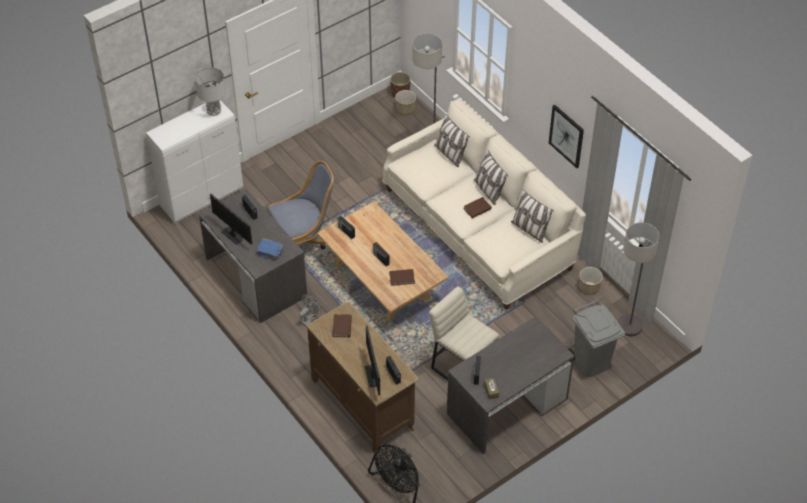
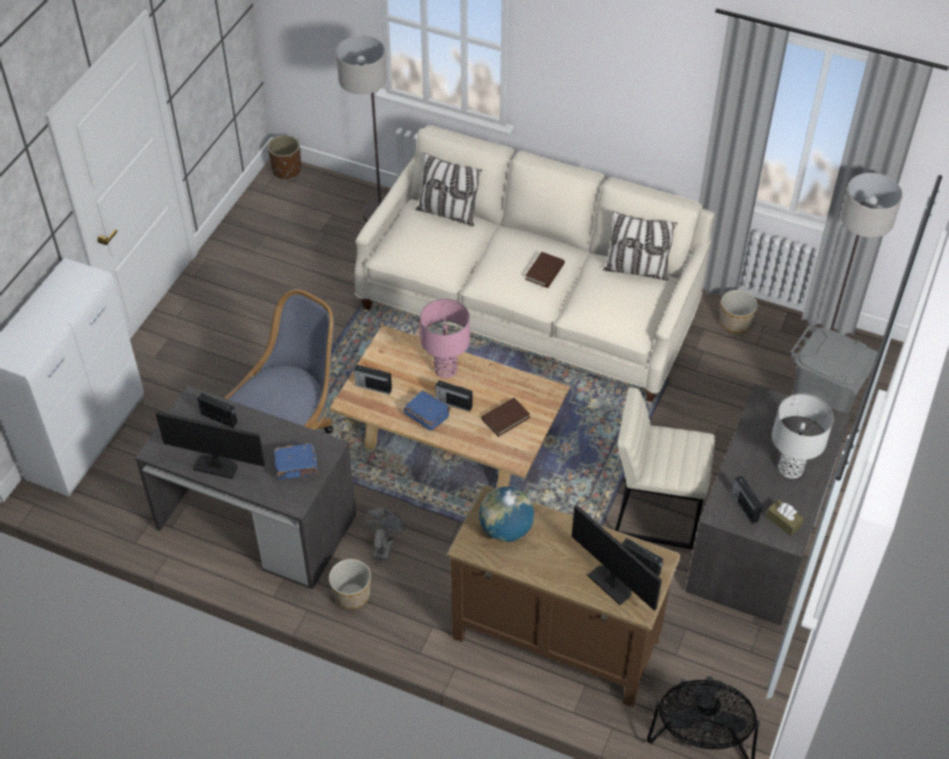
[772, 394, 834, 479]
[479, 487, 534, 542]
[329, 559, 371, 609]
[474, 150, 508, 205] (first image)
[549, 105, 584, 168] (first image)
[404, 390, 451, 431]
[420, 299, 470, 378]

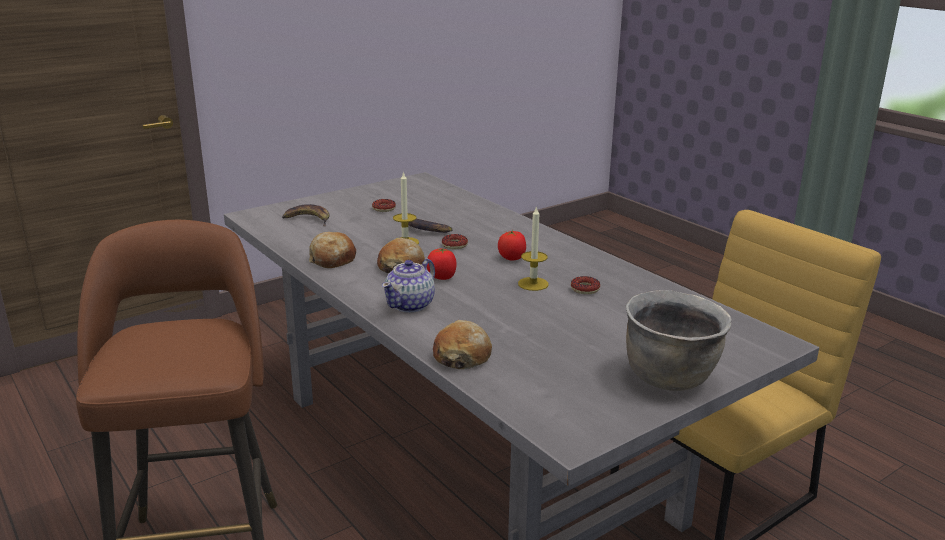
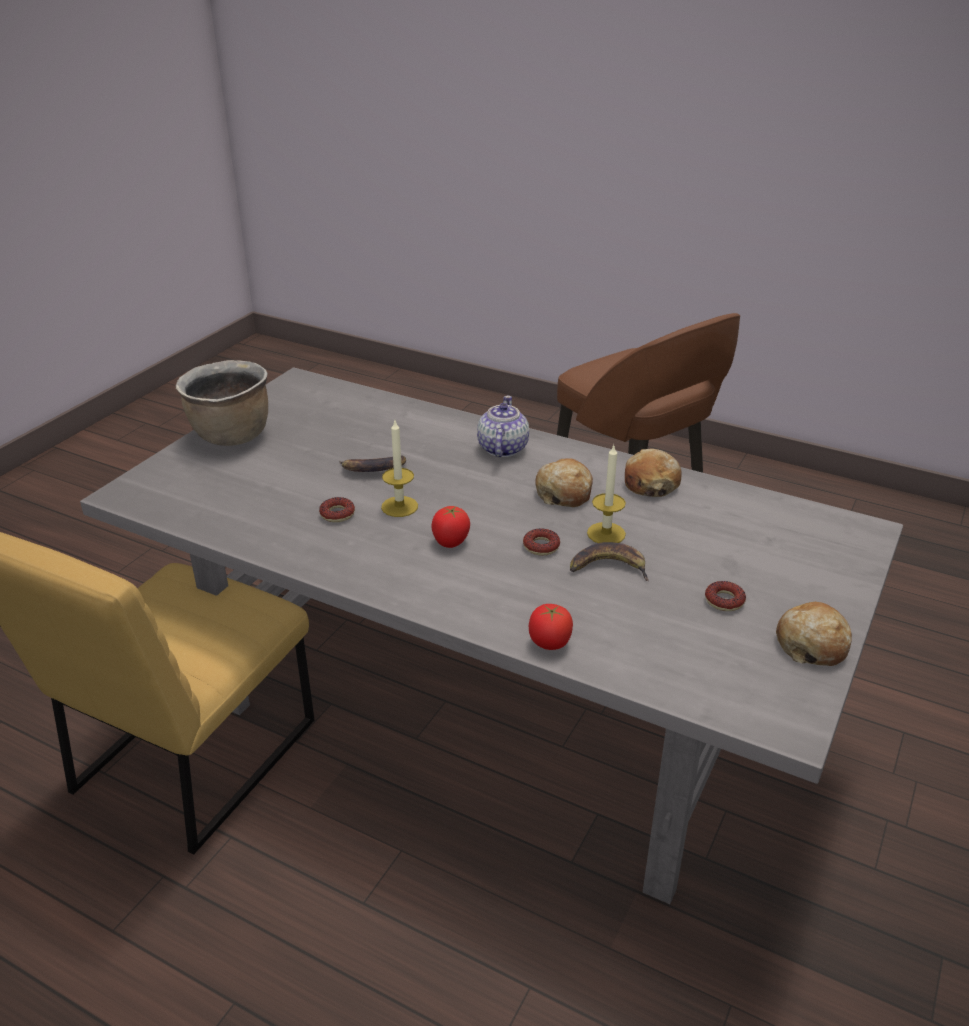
[339, 455, 406, 472]
[529, 604, 573, 650]
[776, 602, 852, 666]

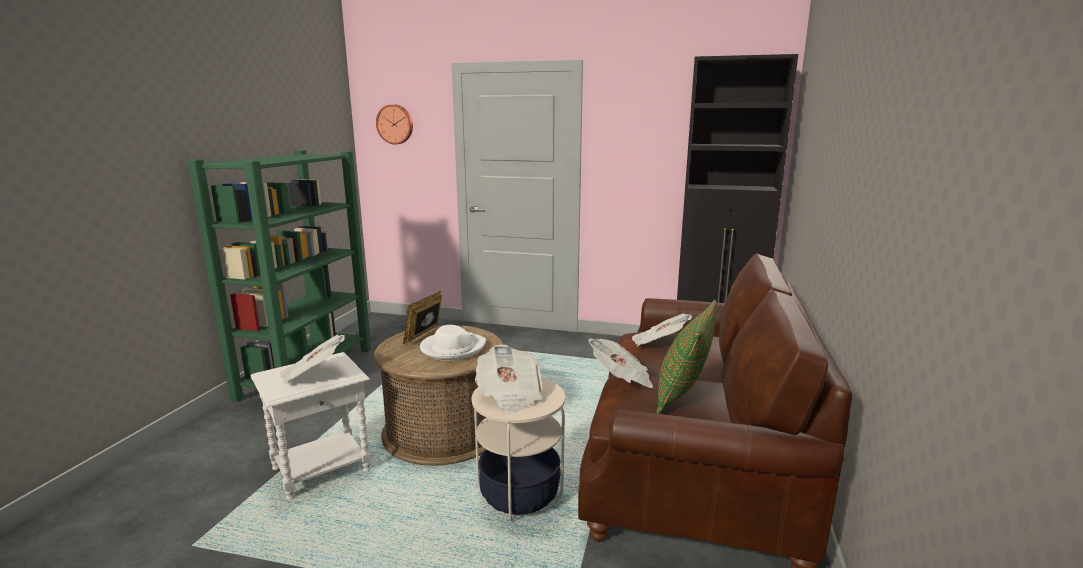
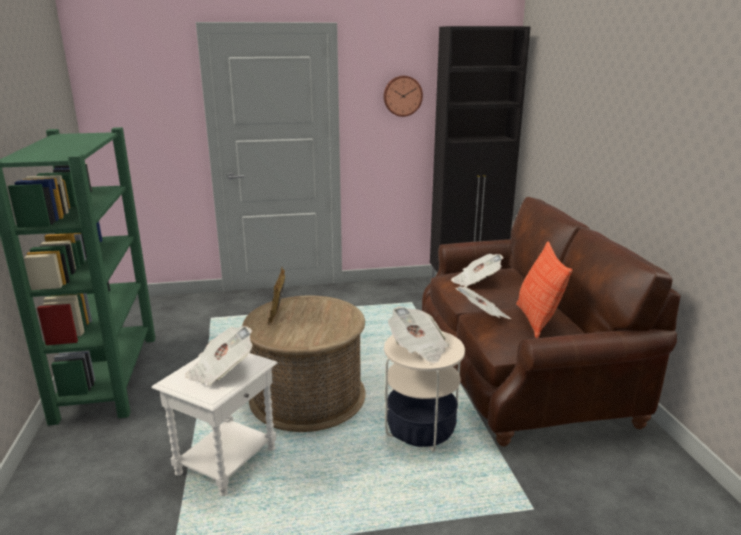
[384, 76, 423, 117]
[420, 325, 486, 361] (first image)
[516, 242, 573, 338]

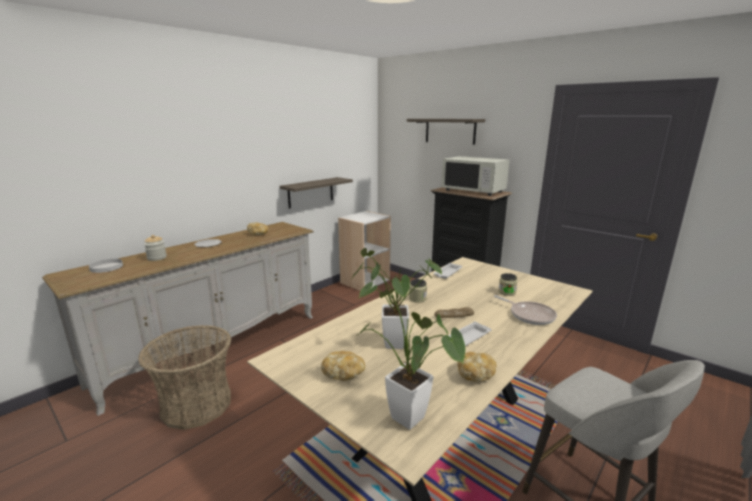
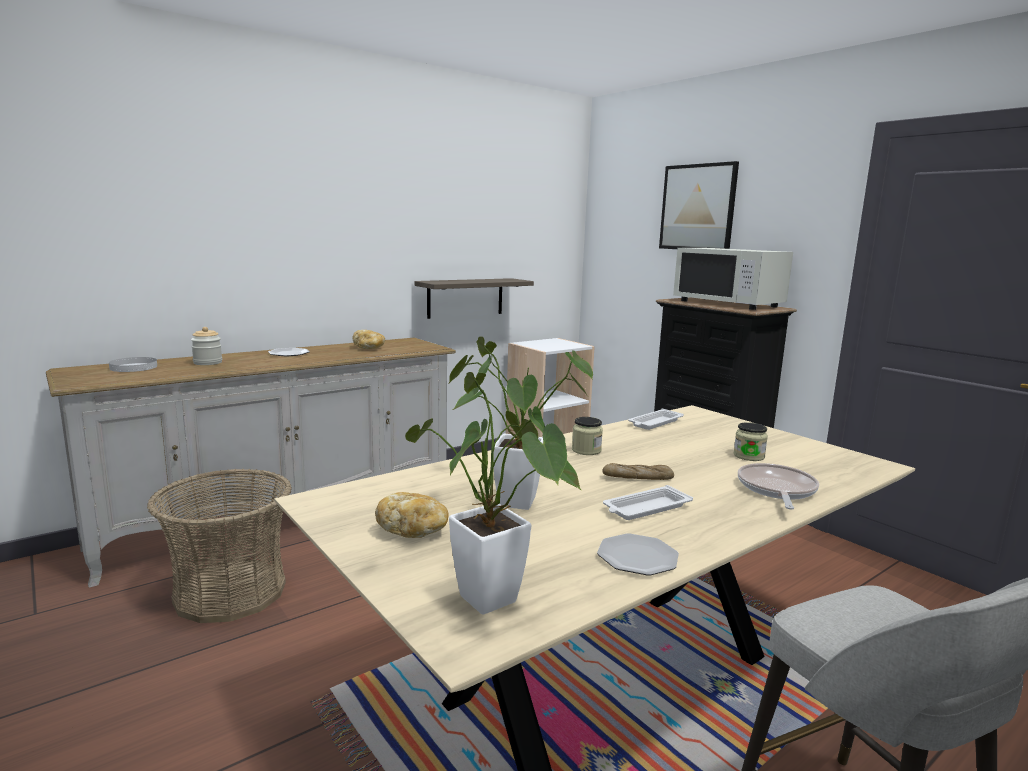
[659, 161, 739, 249]
[597, 534, 679, 575]
[738, 463, 819, 510]

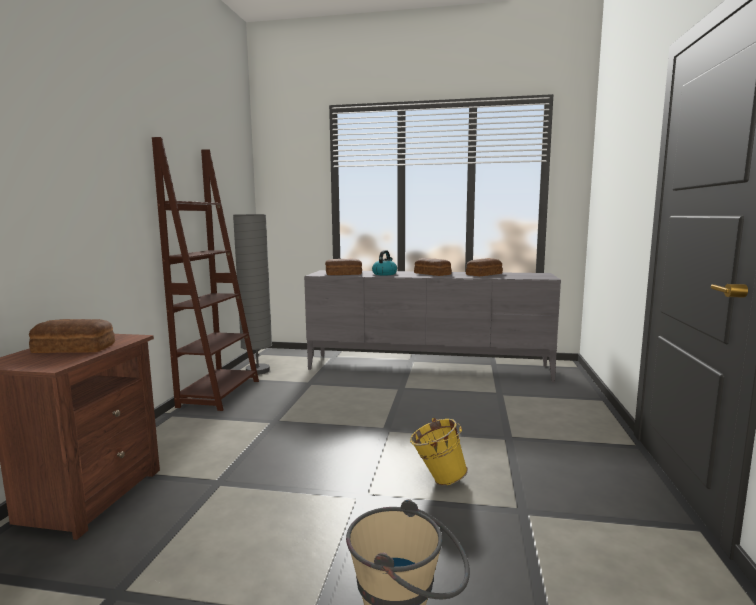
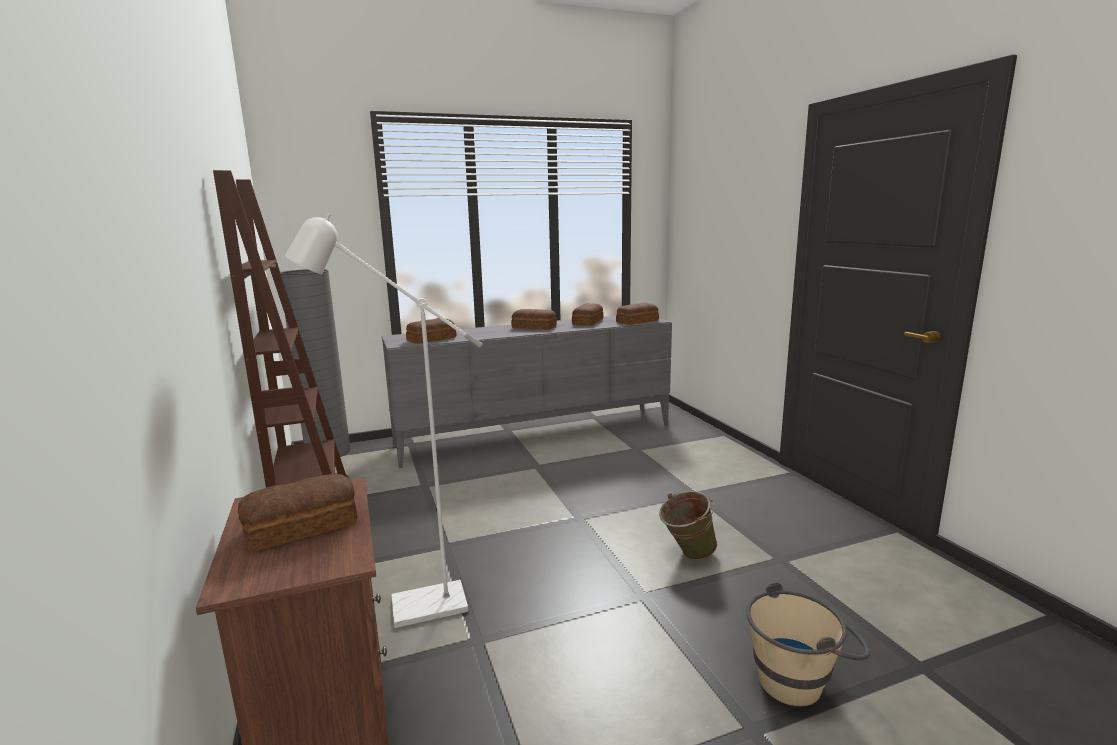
[372, 250, 397, 275] (first image)
[659, 491, 717, 560]
[285, 214, 482, 628]
[616, 303, 659, 325]

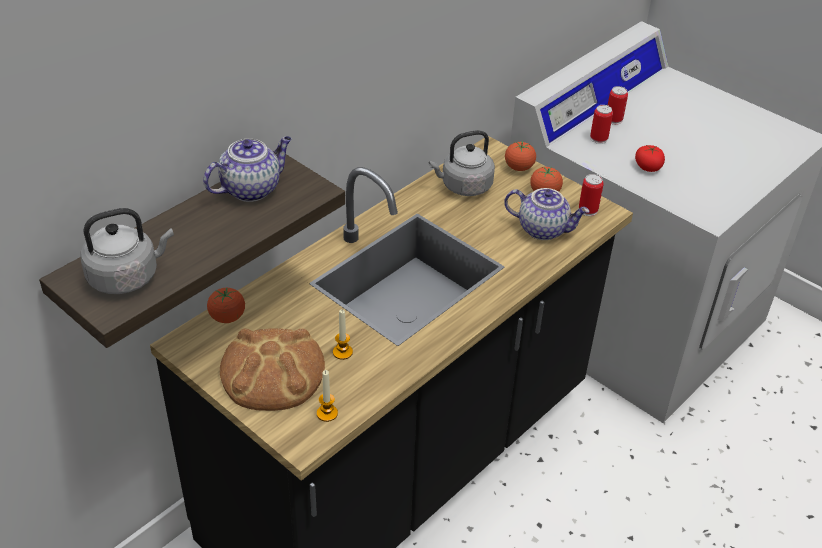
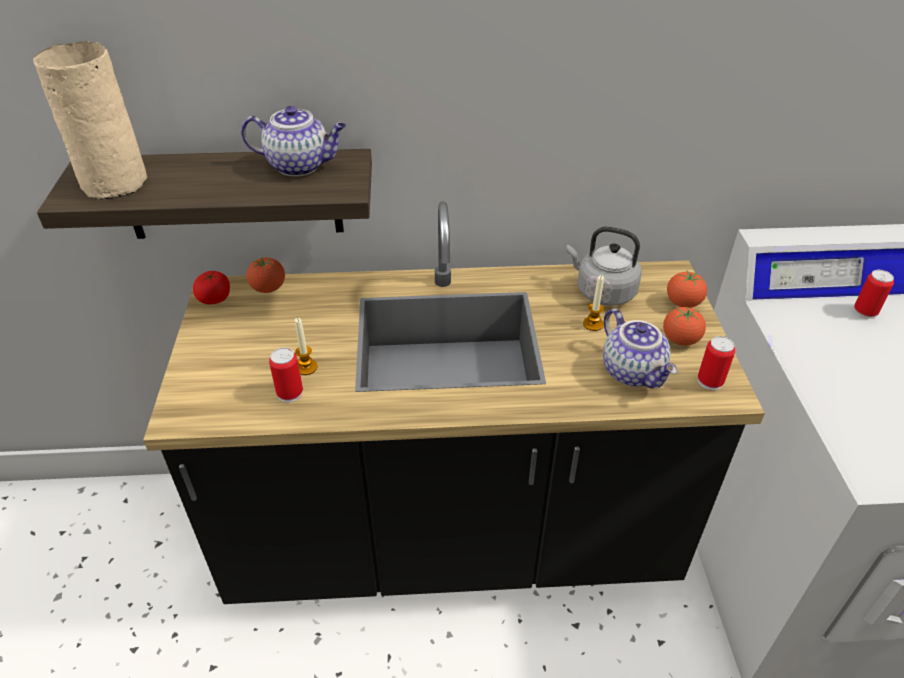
[33, 41, 147, 200]
[220, 328, 325, 411] (first image)
[583, 275, 604, 331]
[269, 348, 303, 402]
[193, 271, 230, 304]

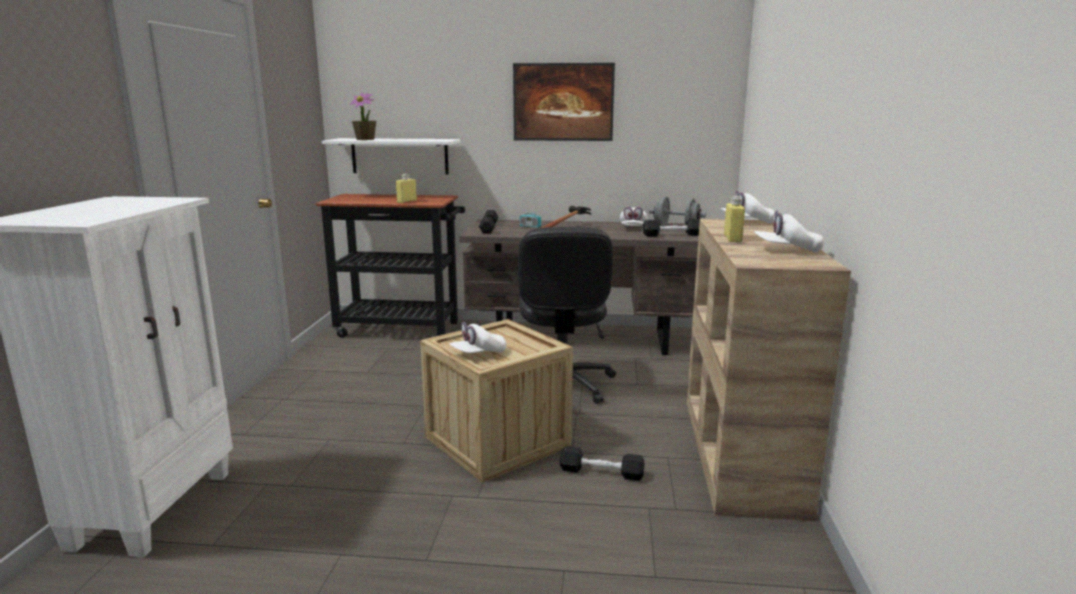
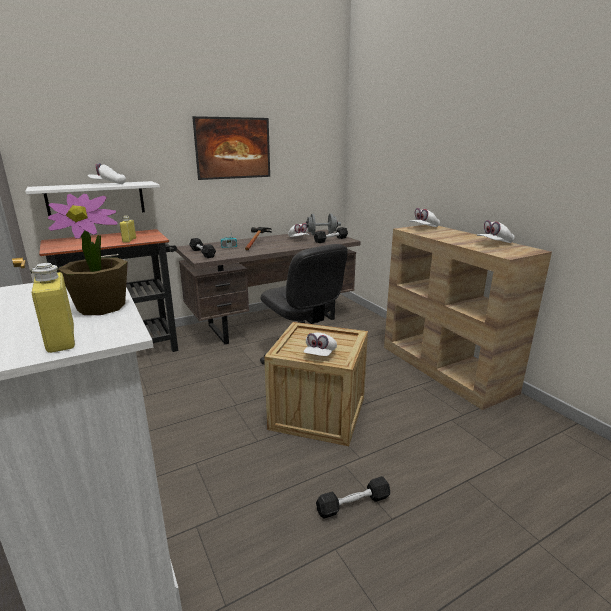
[48, 194, 128, 315]
[316, 476, 390, 519]
[30, 263, 75, 353]
[88, 163, 126, 184]

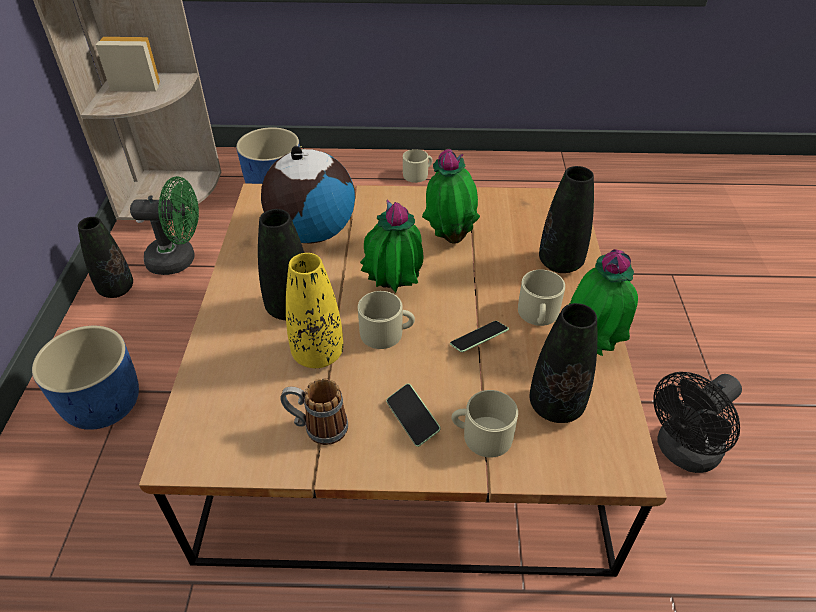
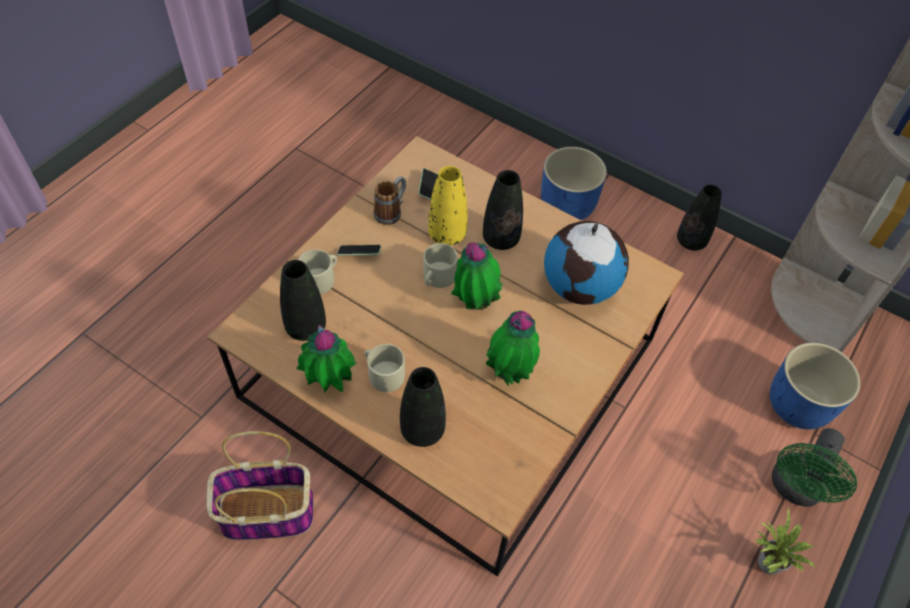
[772, 428, 857, 507]
[754, 508, 816, 575]
[419, 168, 438, 200]
[206, 431, 314, 540]

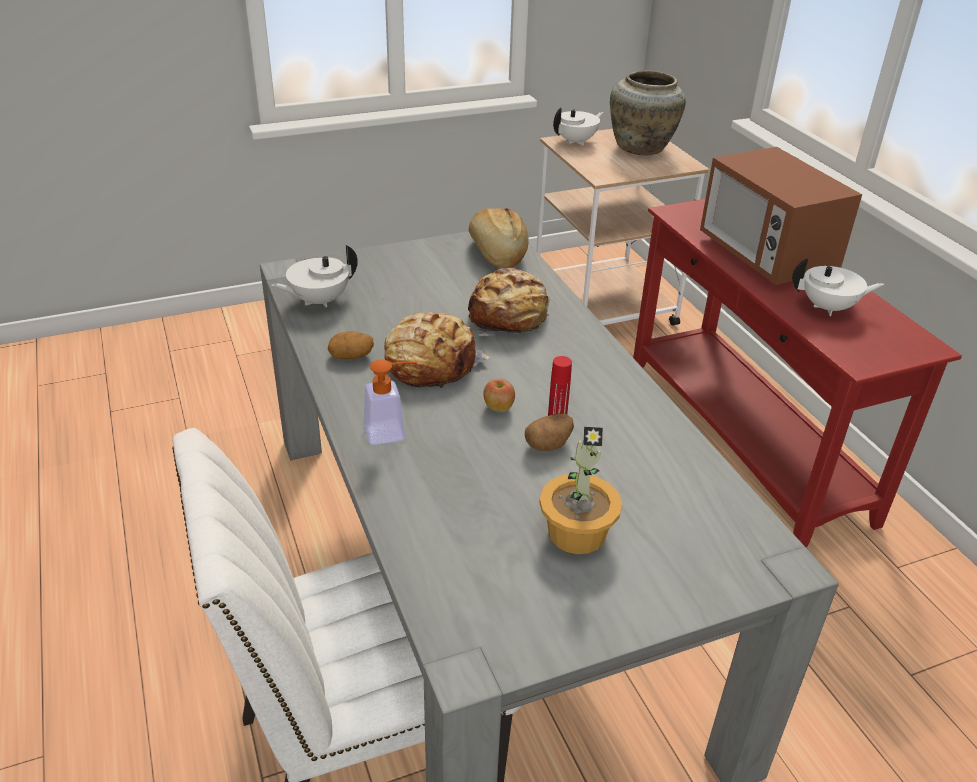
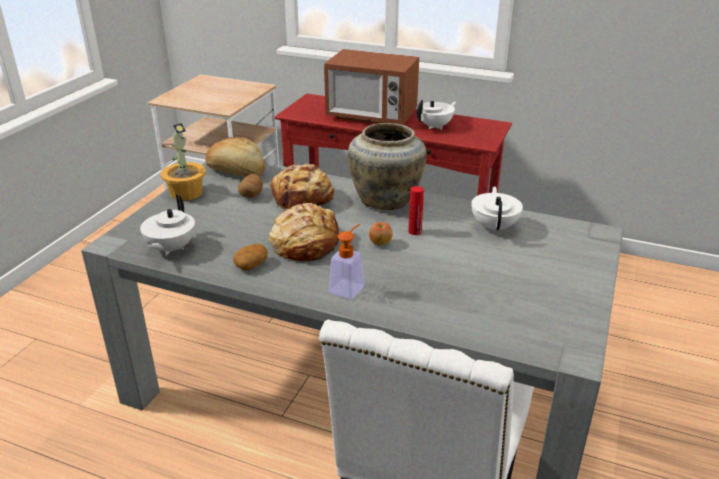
[238, 174, 263, 198]
[161, 123, 206, 201]
[471, 186, 523, 234]
[347, 123, 427, 210]

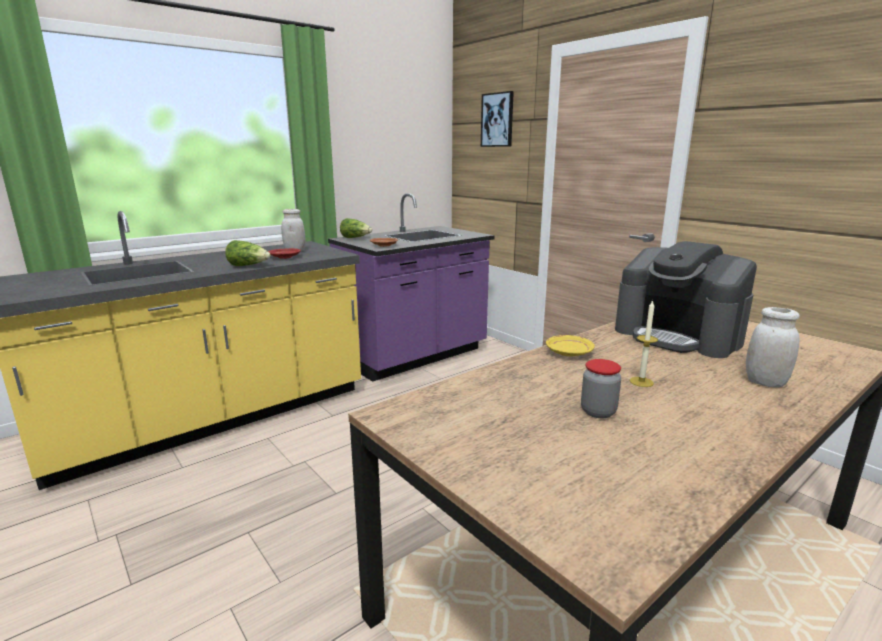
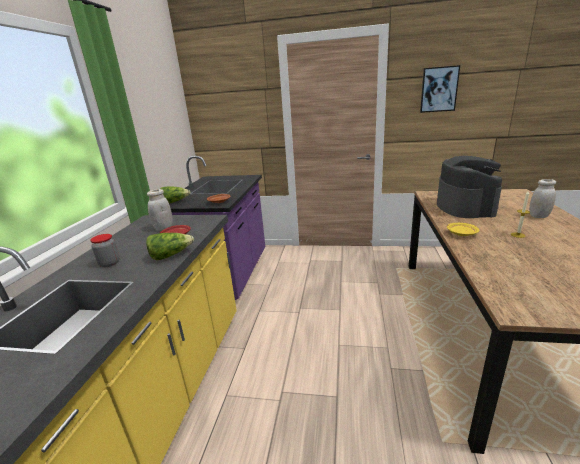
[420, 65, 460, 113]
[90, 234, 119, 267]
[437, 156, 502, 218]

